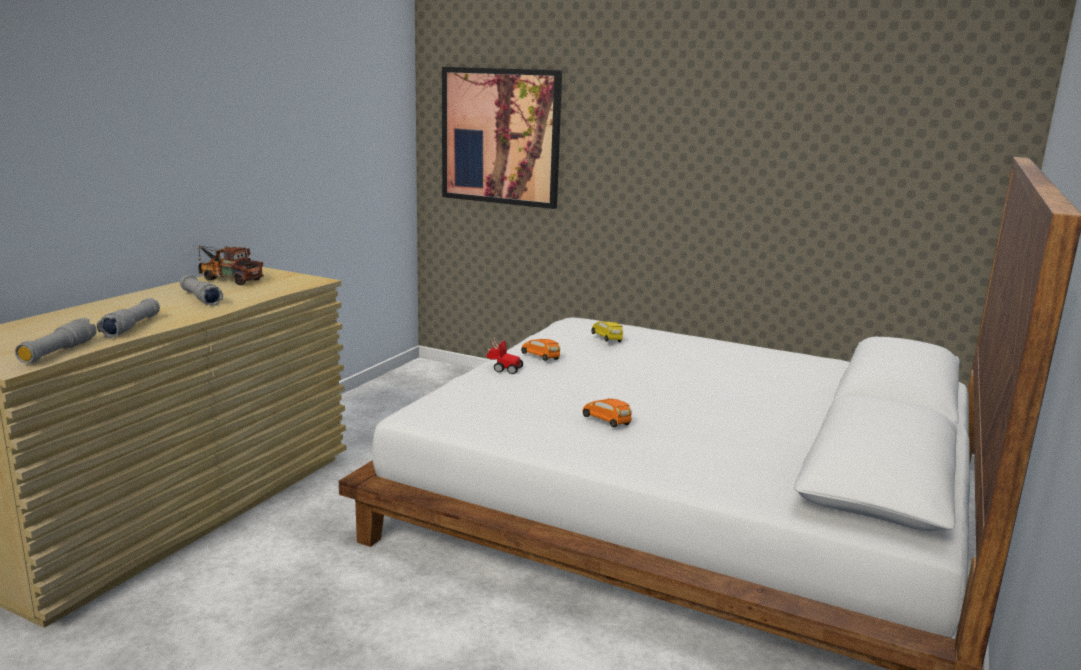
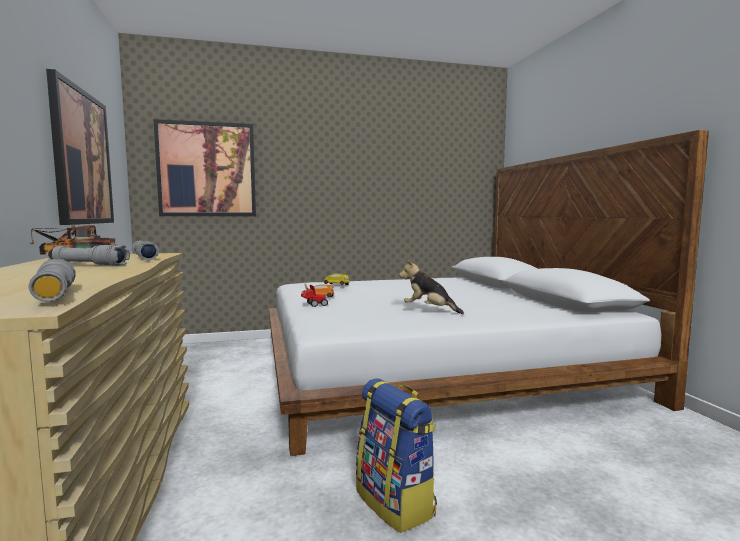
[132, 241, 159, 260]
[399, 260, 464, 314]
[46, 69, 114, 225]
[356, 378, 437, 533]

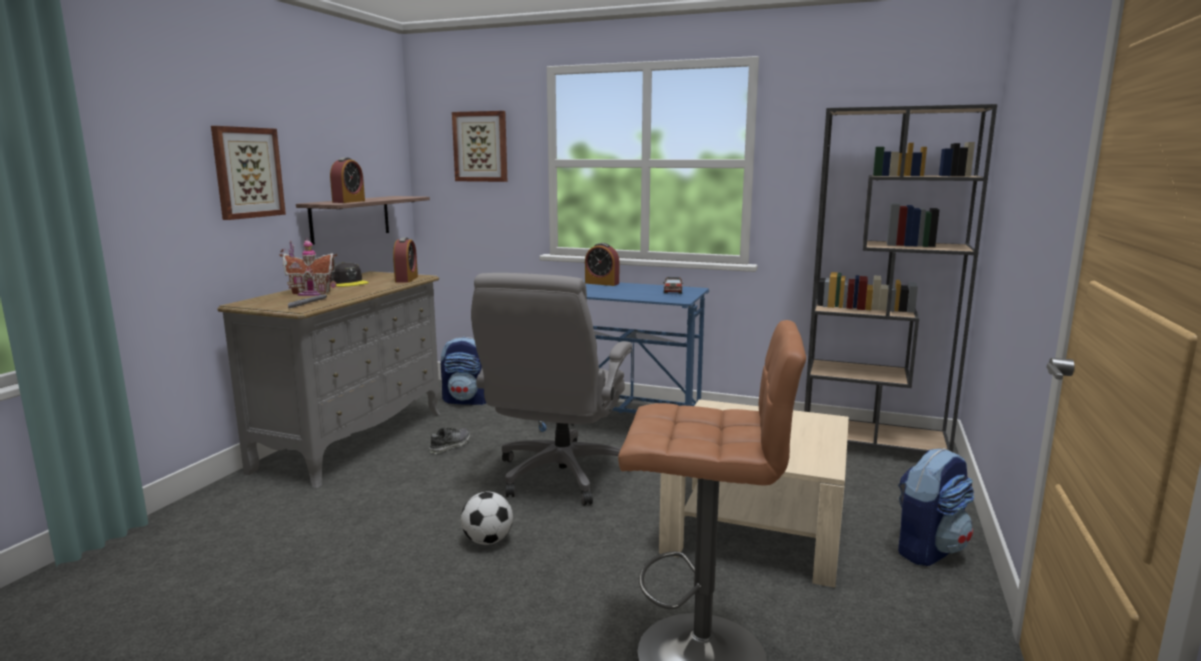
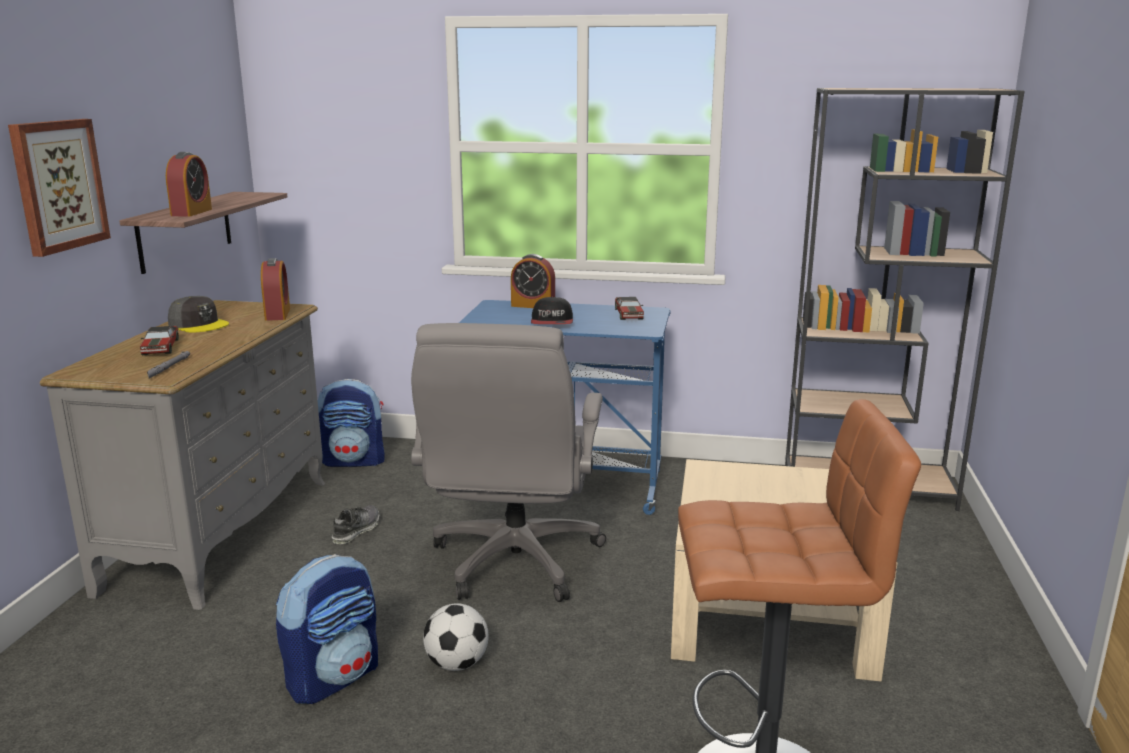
[140, 326, 179, 355]
[452, 111, 507, 182] (first image)
[276, 554, 378, 704]
[531, 296, 573, 324]

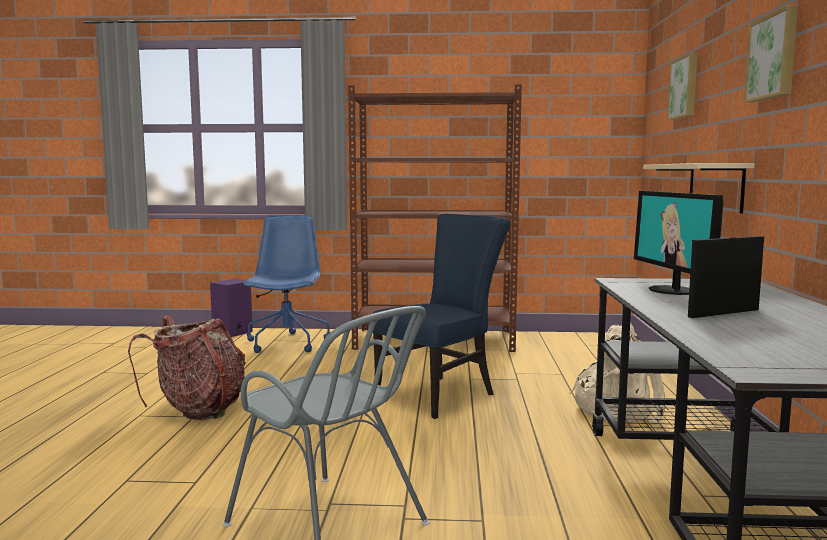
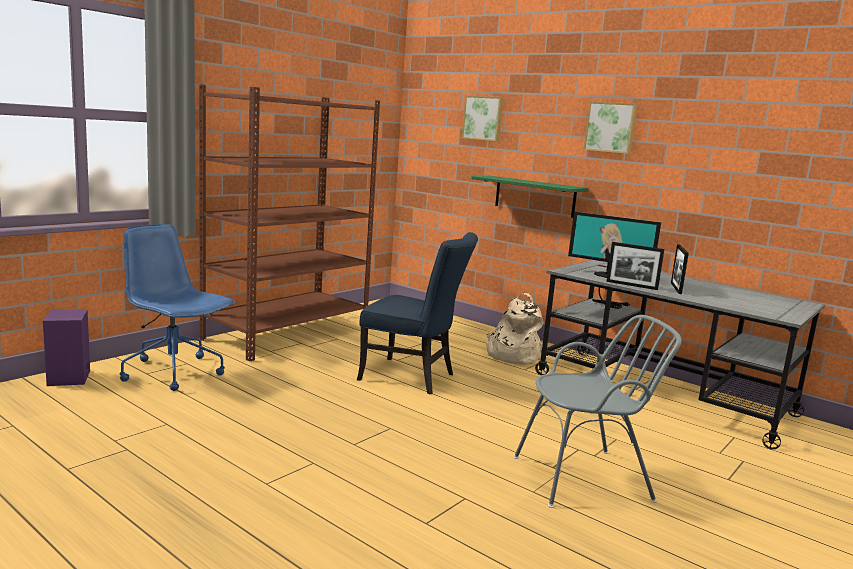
[128, 315, 246, 420] (first image)
[357, 232, 478, 395]
[472, 176, 588, 218]
[607, 242, 664, 290]

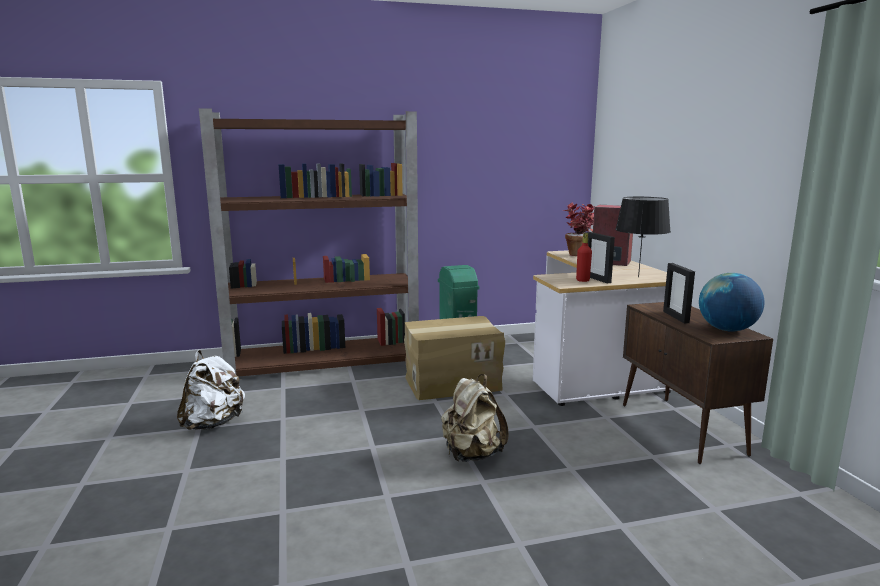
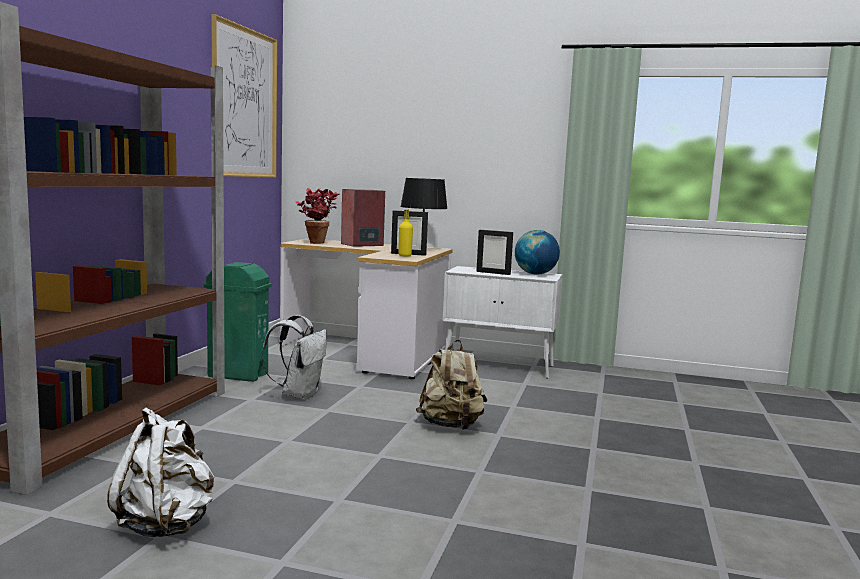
[261, 315, 327, 400]
[398, 209, 413, 257]
[443, 266, 562, 379]
[211, 14, 277, 178]

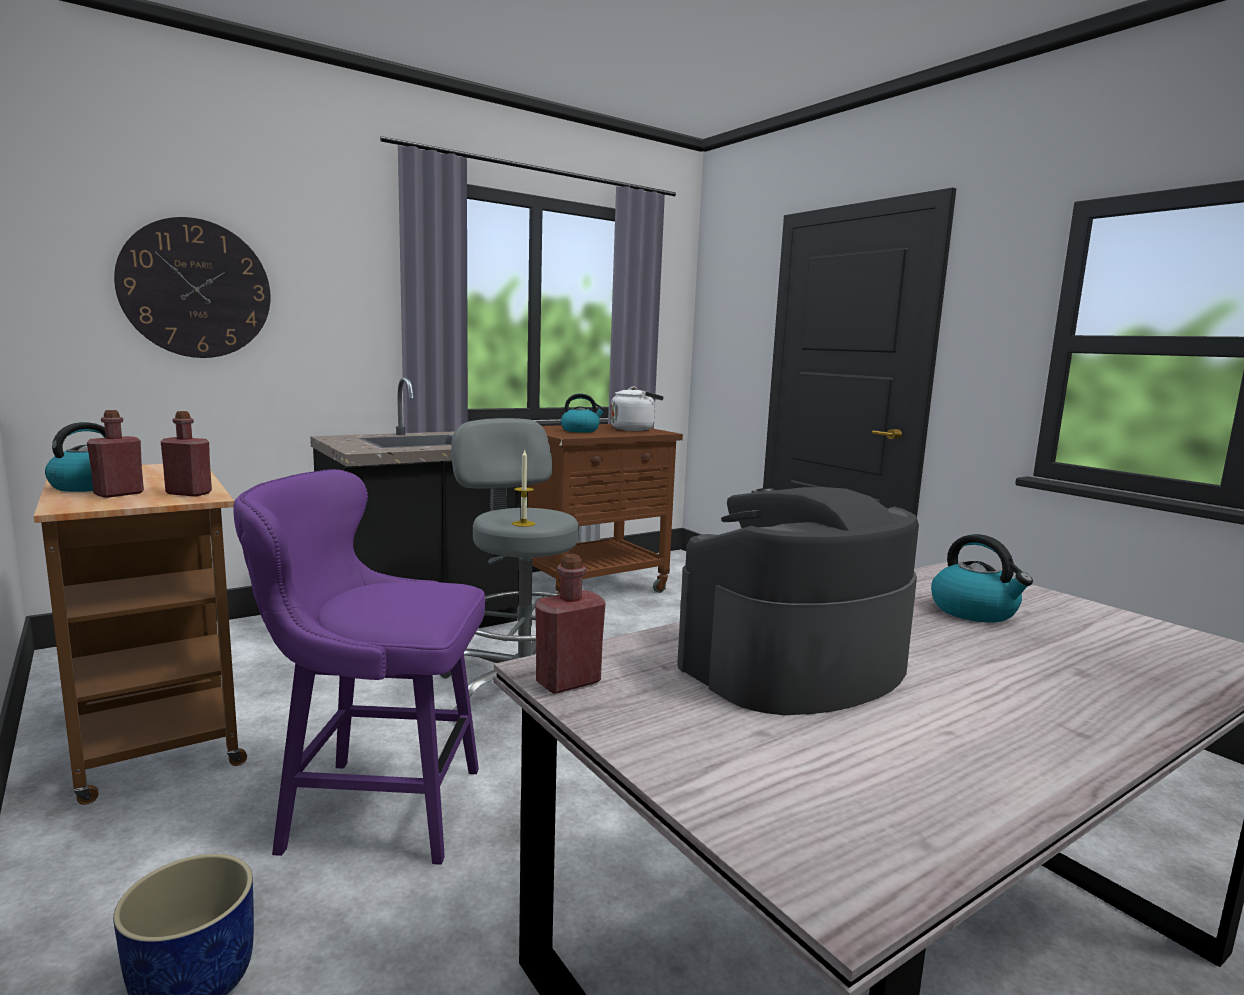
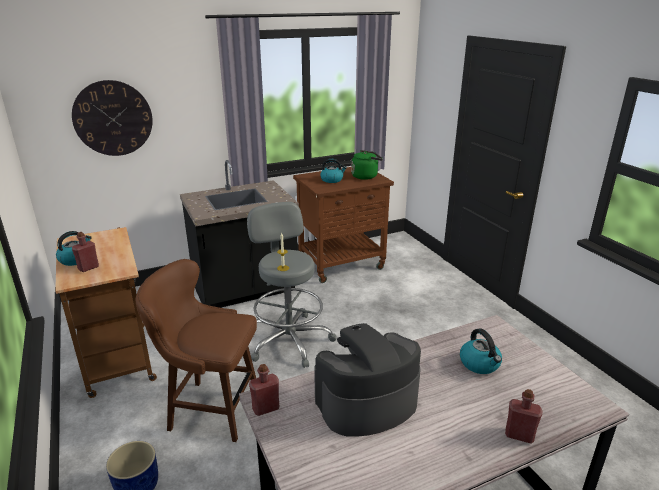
[505, 389, 542, 444]
[136, 259, 257, 442]
[351, 150, 383, 180]

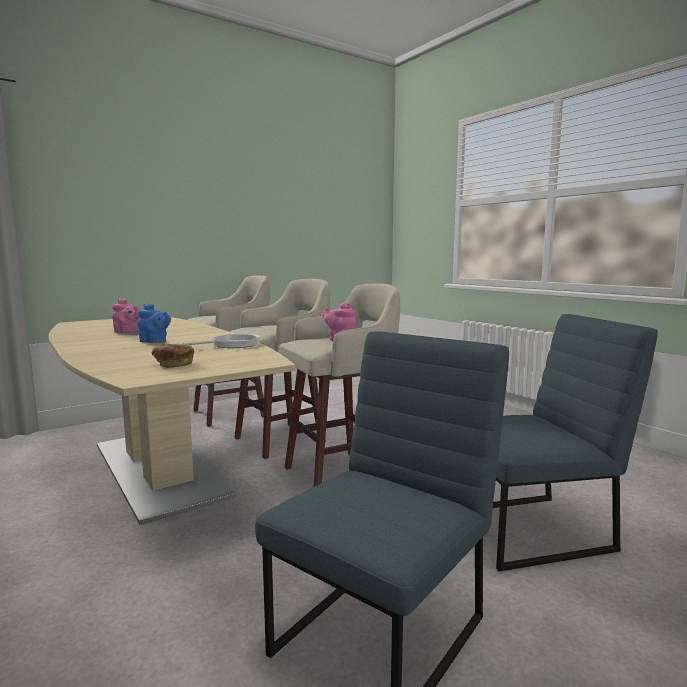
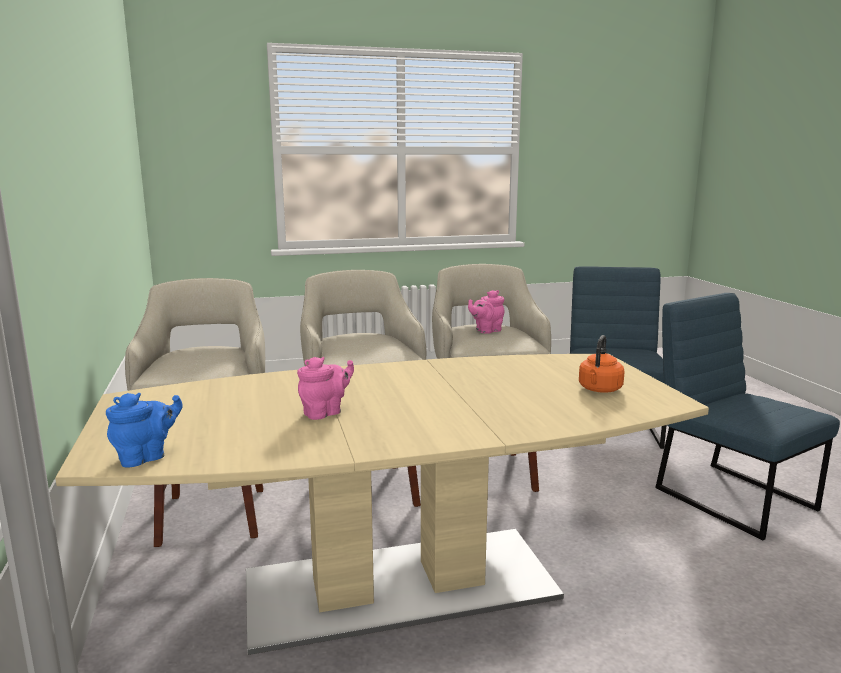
[106, 393, 183, 467]
[579, 335, 624, 392]
[180, 334, 262, 348] (first image)

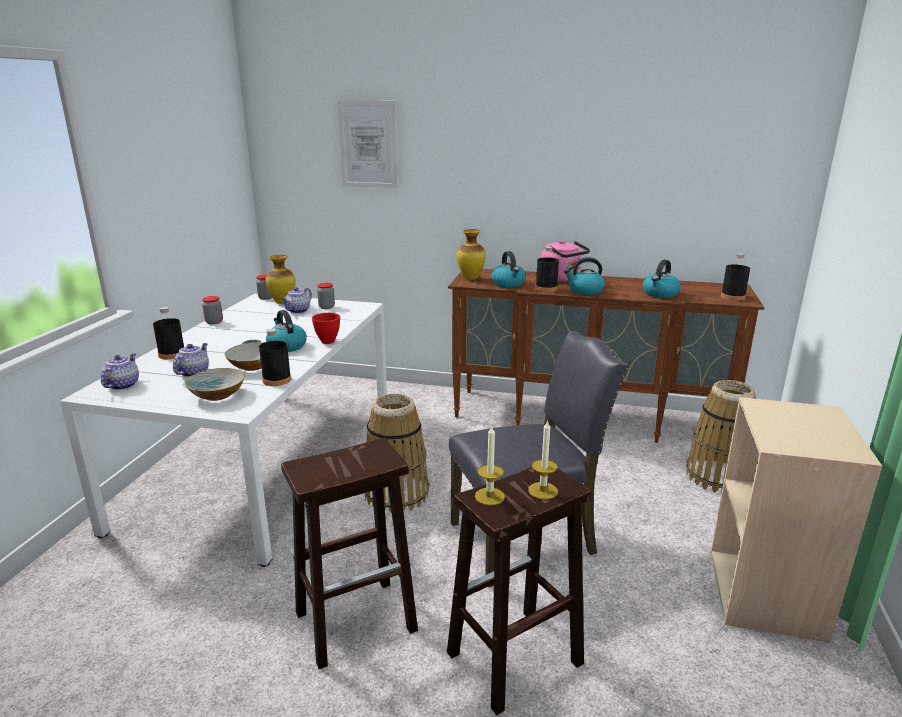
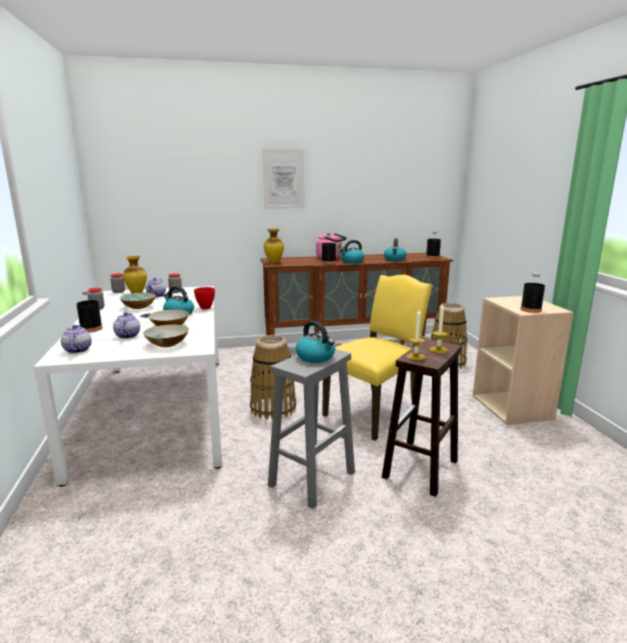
[521, 273, 545, 313]
[268, 349, 355, 509]
[263, 148, 304, 209]
[322, 275, 433, 441]
[296, 321, 335, 363]
[120, 293, 156, 309]

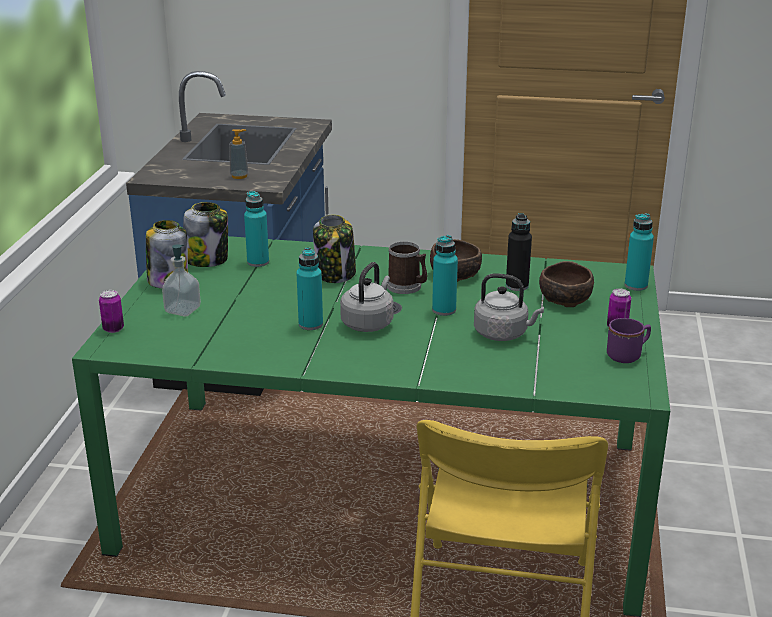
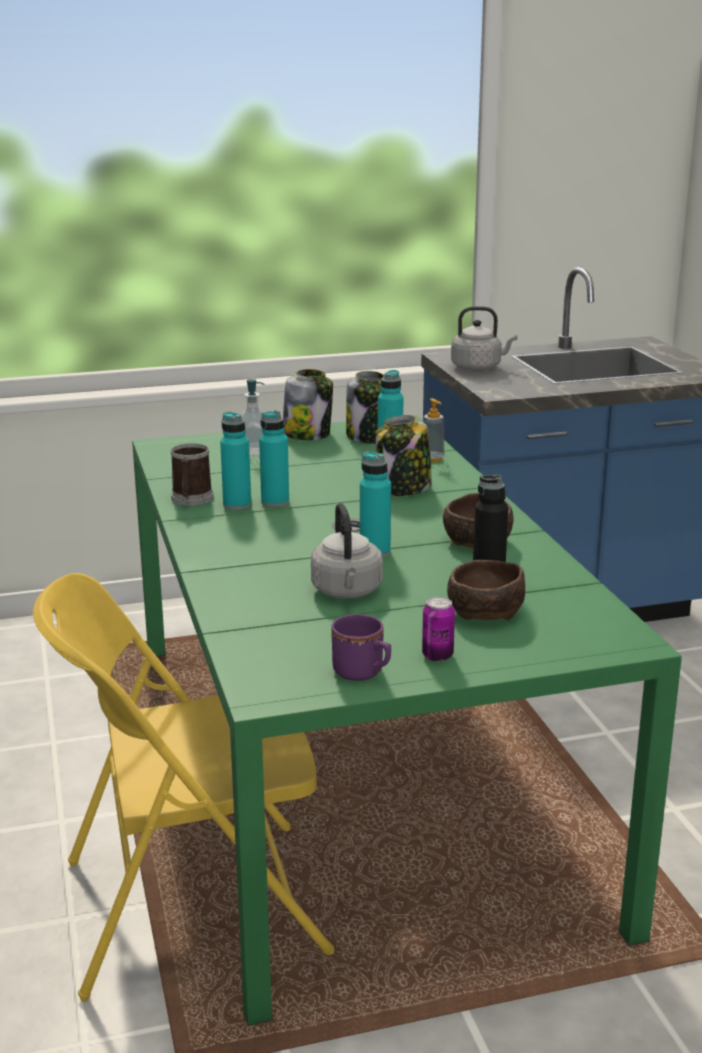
[99, 290, 124, 333] (first image)
[423, 398, 445, 462]
[451, 306, 517, 371]
[171, 443, 214, 506]
[220, 412, 251, 510]

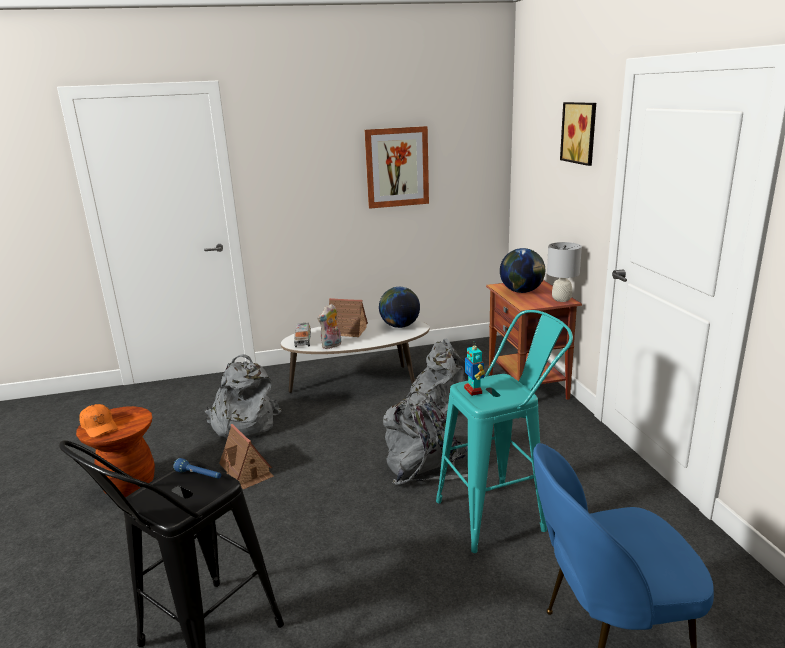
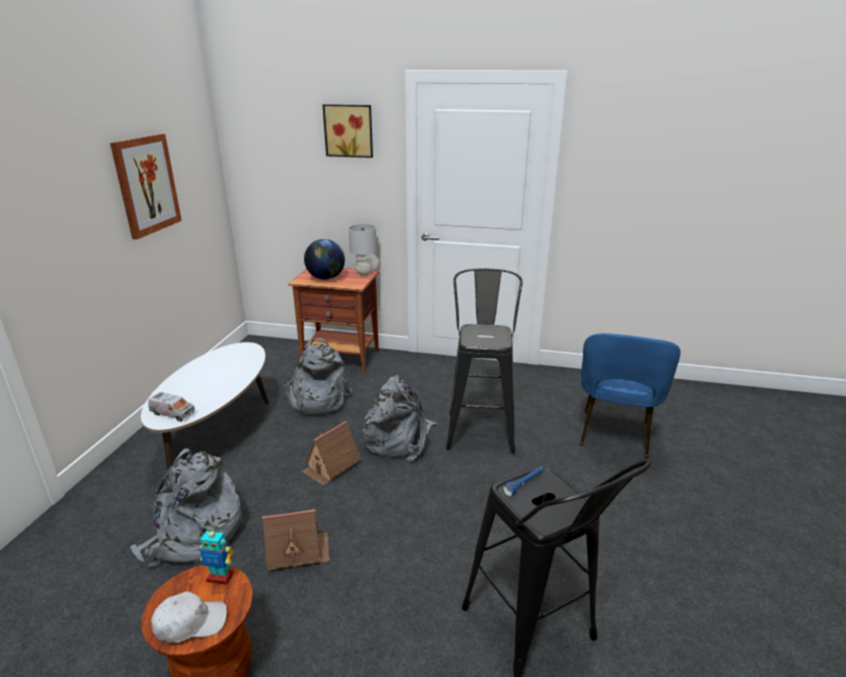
[151, 591, 227, 643]
[318, 304, 341, 349] (first image)
[302, 421, 361, 485]
[379, 287, 420, 328] (first image)
[446, 268, 523, 453]
[200, 529, 233, 585]

